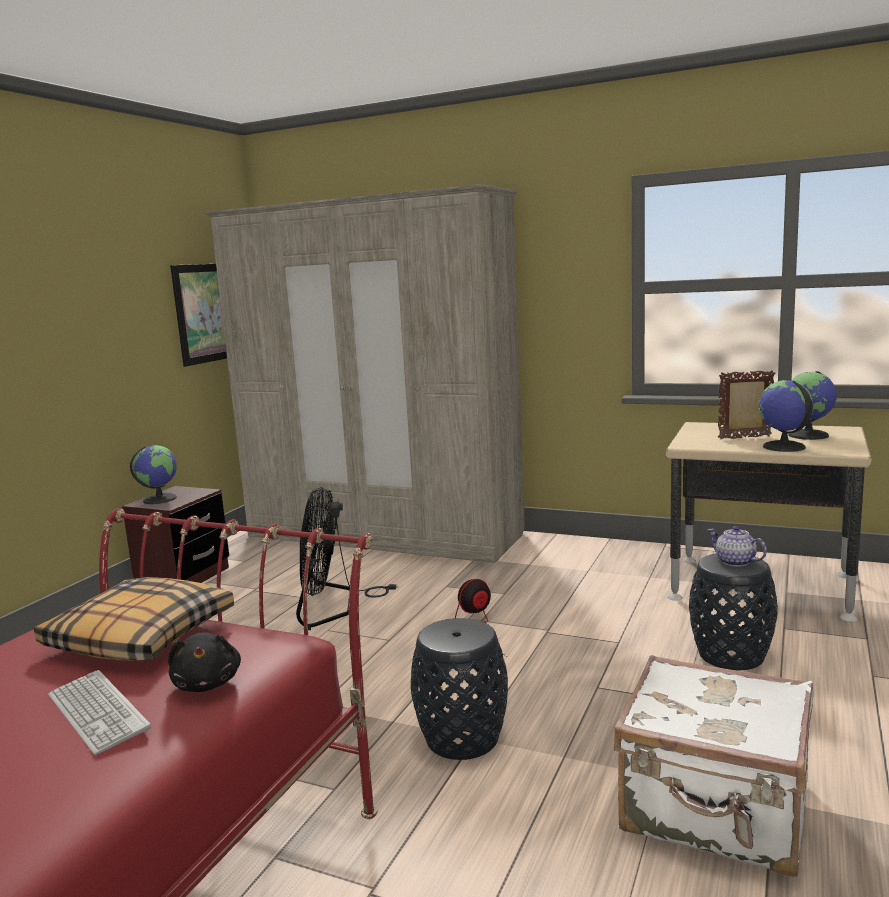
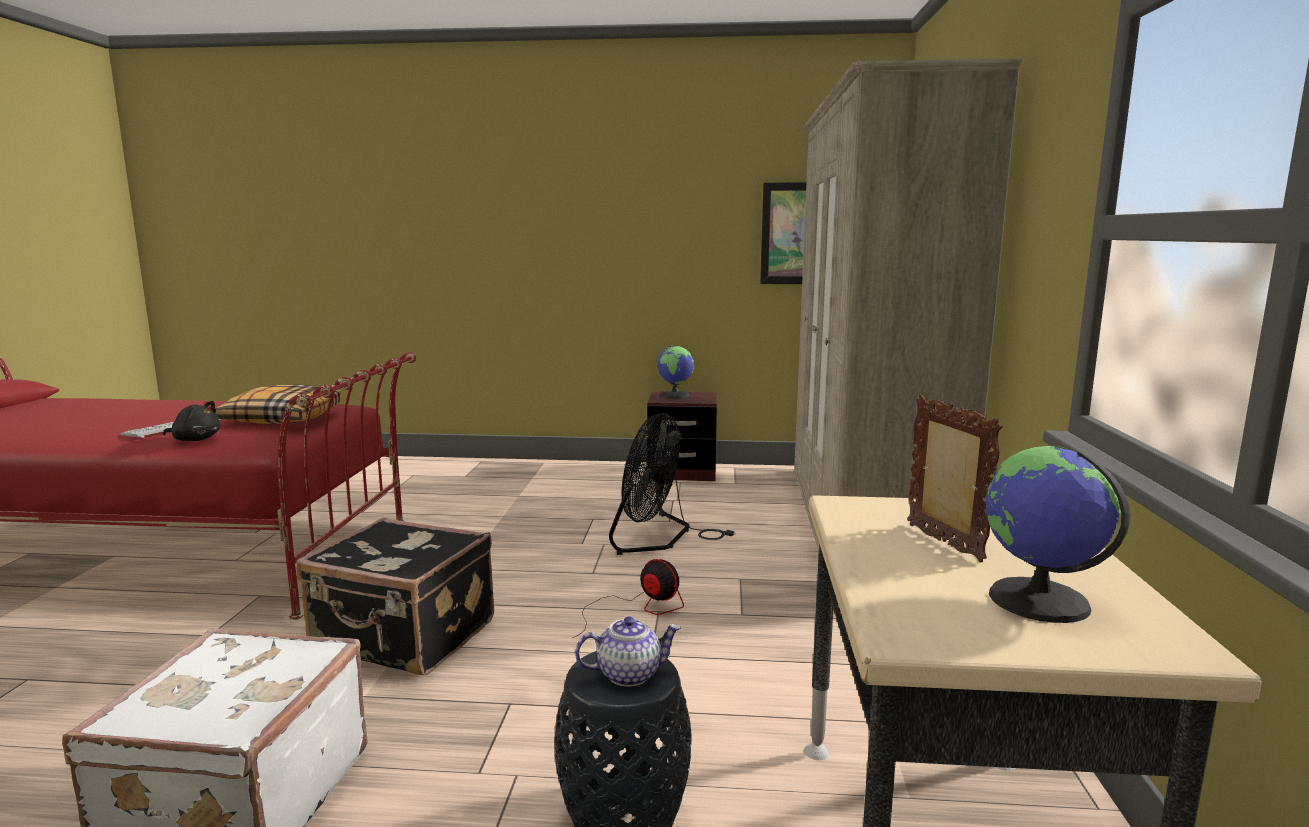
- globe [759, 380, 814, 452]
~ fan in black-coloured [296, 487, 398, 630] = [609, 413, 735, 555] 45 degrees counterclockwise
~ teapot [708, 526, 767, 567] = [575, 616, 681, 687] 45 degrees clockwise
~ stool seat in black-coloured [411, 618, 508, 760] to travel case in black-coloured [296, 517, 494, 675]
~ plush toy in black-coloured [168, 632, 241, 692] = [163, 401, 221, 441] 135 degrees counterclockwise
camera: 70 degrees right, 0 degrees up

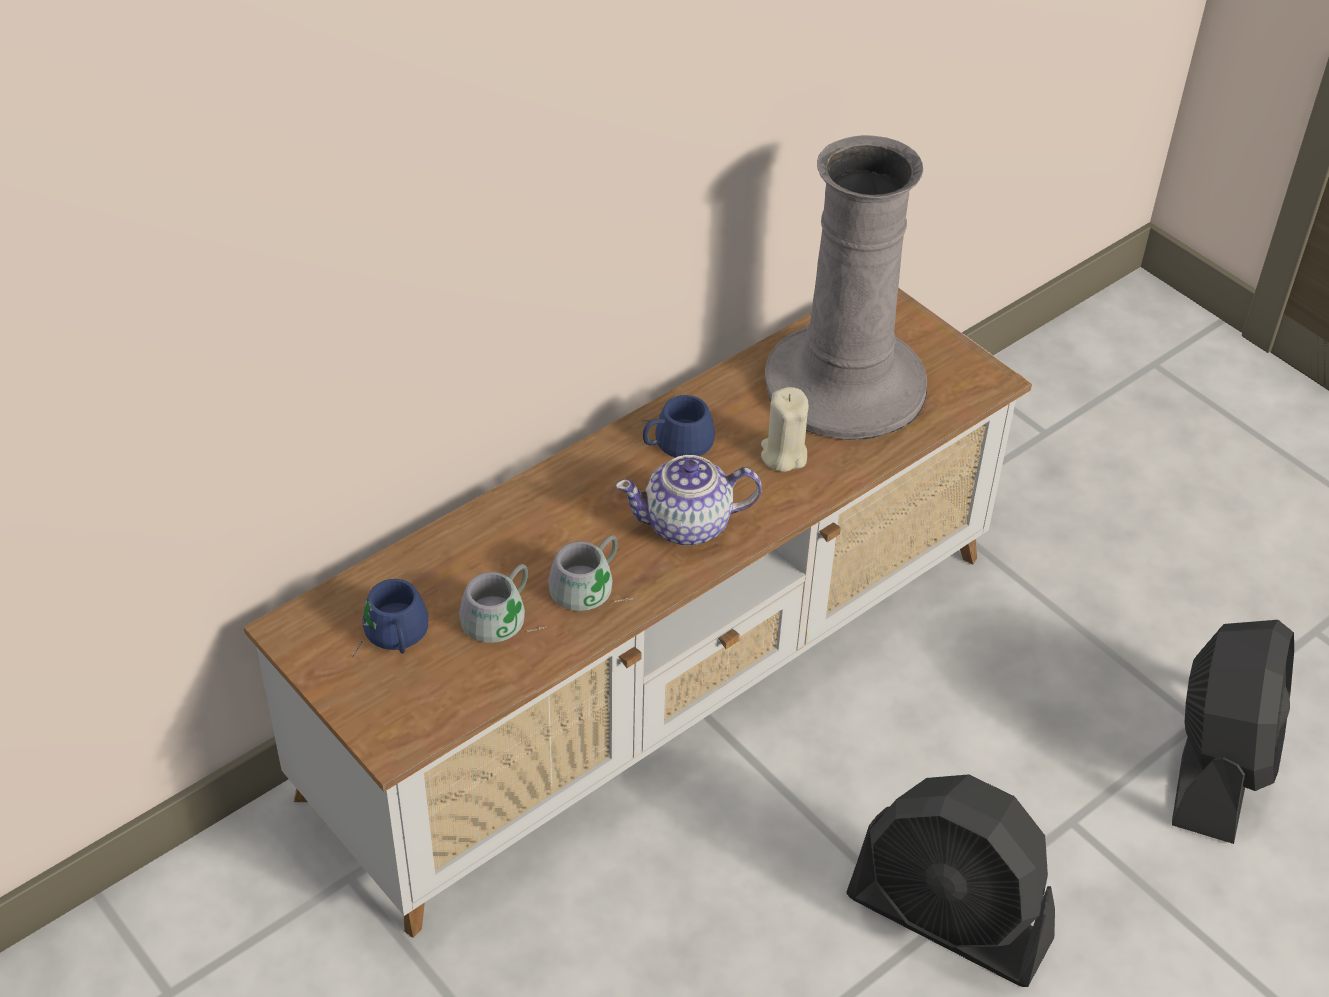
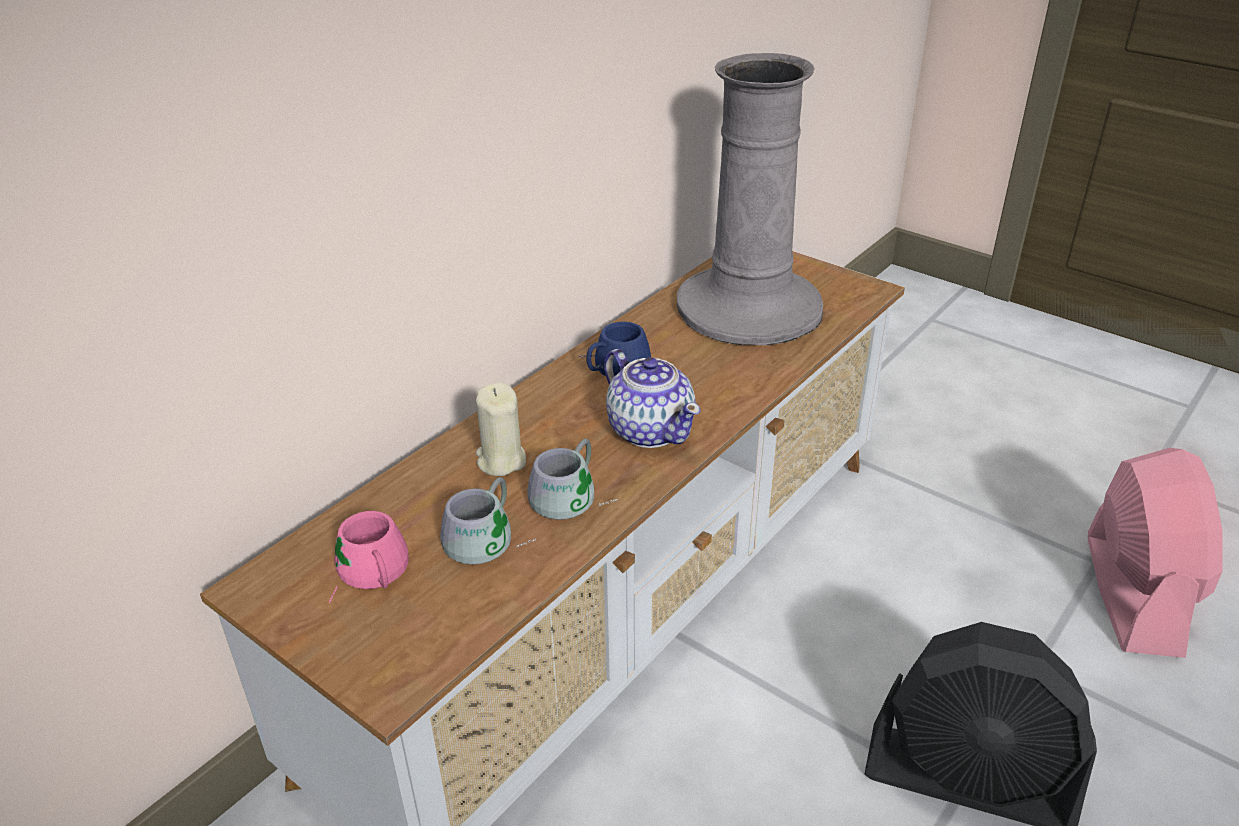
~ candle in sand-coloured [761, 387, 809, 472] to [476, 383, 526, 476]
~ teapot [615, 455, 762, 546] = [604, 349, 701, 448] 105 degrees counterclockwise
~ coffee mug in blue-coloured [353, 579, 428, 657] to coffee mug in pink-coloured [329, 511, 409, 603]
~ fan in black-coloured [1172, 620, 1294, 844] to fan in pink-coloured [1088, 448, 1222, 658]
camera: 10 degrees left, 10 degrees down

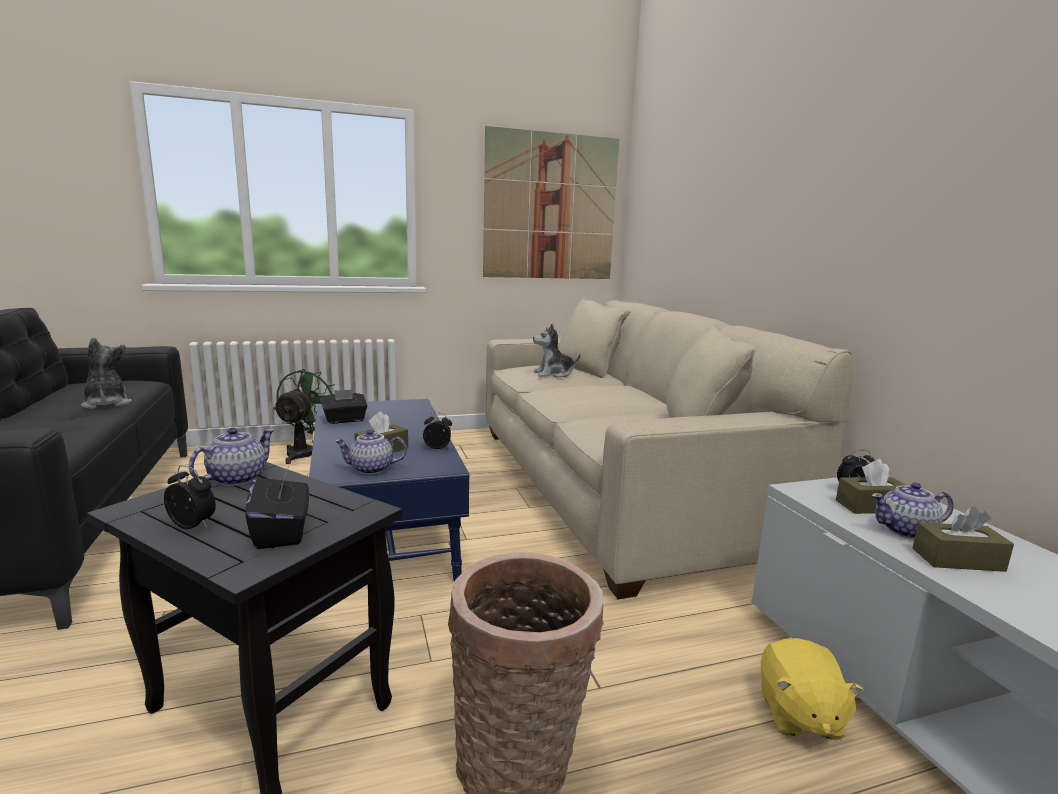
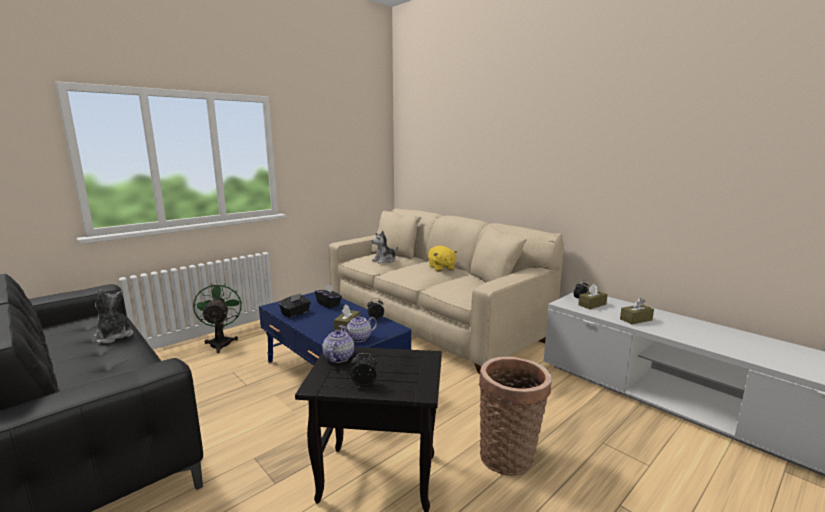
- wall picture [483, 126, 619, 279]
~ box of tissues in black-coloured [245, 466, 309, 549] to [315, 284, 342, 309]
- teapot [872, 482, 953, 539]
~ plush toy in yellow [761, 638, 864, 740] to [428, 245, 457, 272]
camera: 25 degrees left, 0 degrees up

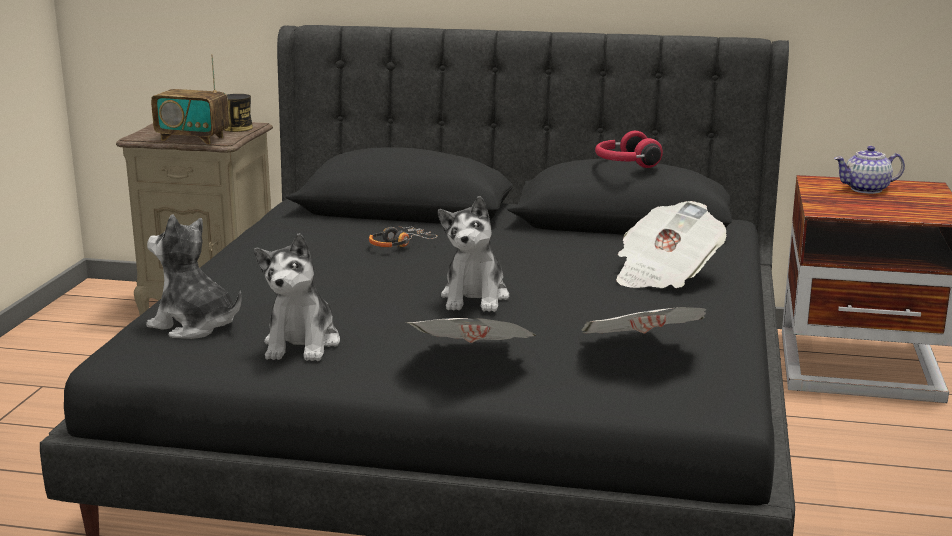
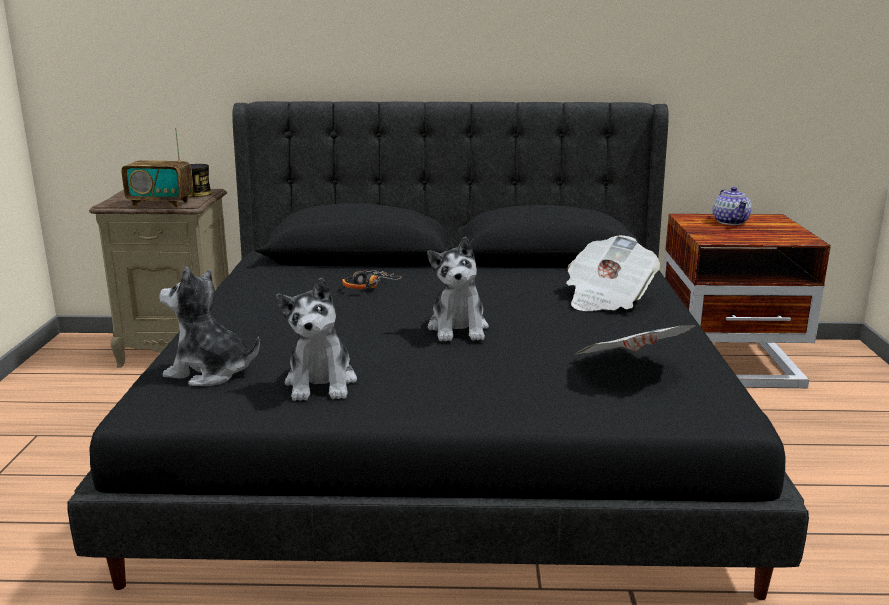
- pair of headphones in red [595, 131, 663, 168]
~ teapot [834, 146, 905, 194] = [712, 187, 752, 225] 75 degrees counterclockwise
- printed paper [405, 318, 536, 343]
camera: 10 degrees left, 0 degrees up

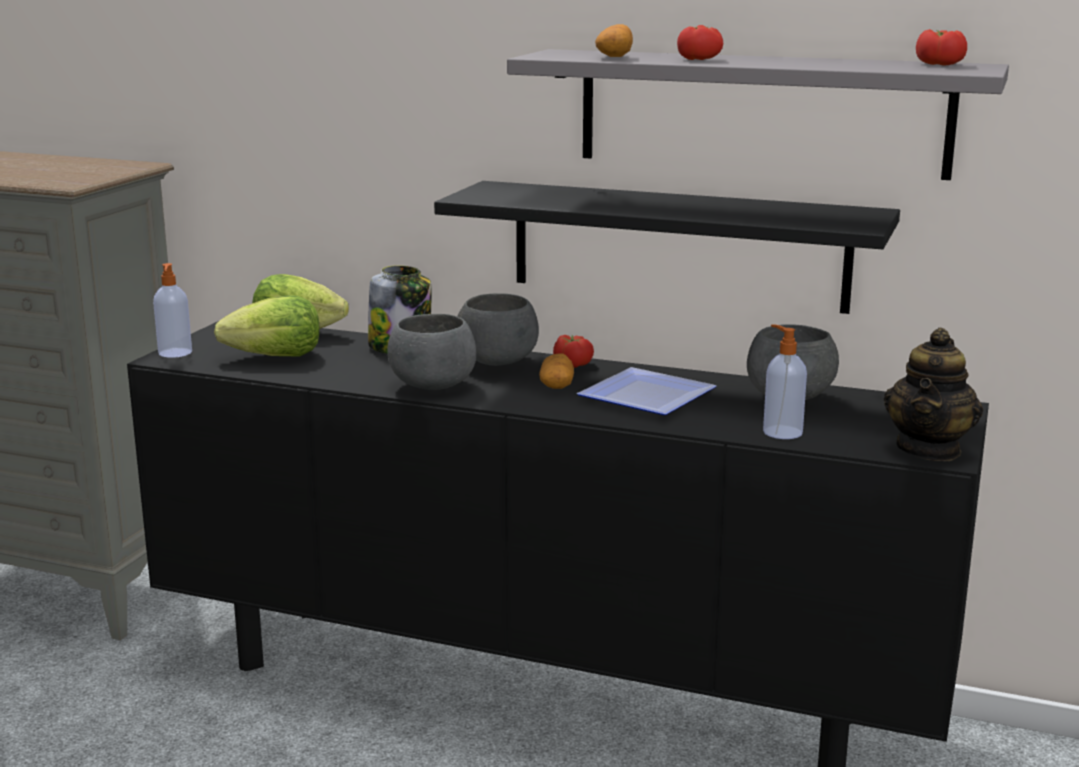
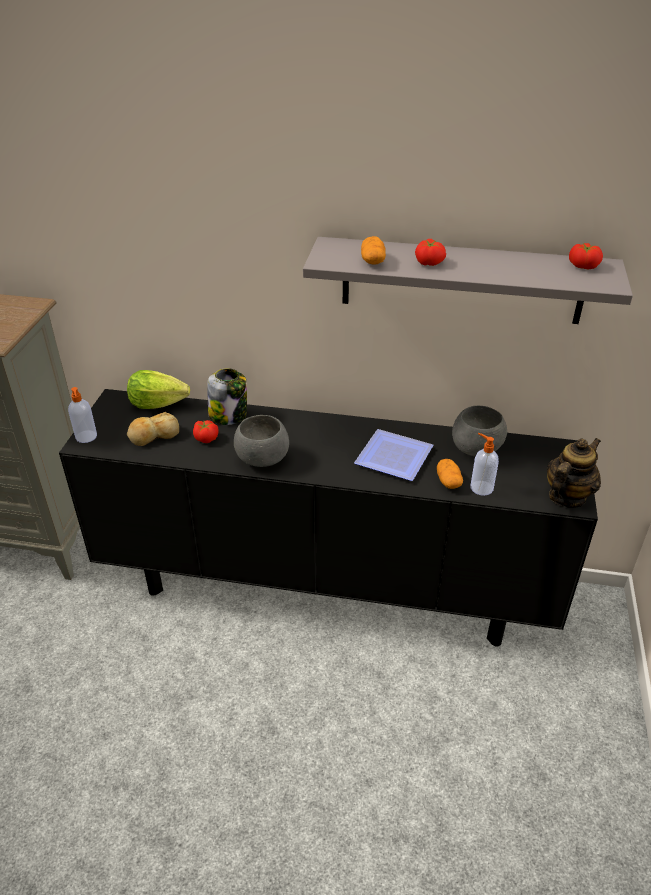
- wall shelf in black-coloured [434, 181, 900, 314]
- serving bowl in gray [457, 293, 539, 366]
~ head of lettuce [214, 296, 320, 356] to bakery bread [127, 412, 179, 446]
~ teapot [884, 327, 983, 461] = [547, 438, 601, 508] 150 degrees counterclockwise
~ tomato [553, 335, 594, 368] to [193, 420, 219, 443]
~ whole potato [539, 353, 574, 389] to [437, 459, 463, 489]
camera: 10 degrees left, 20 degrees up

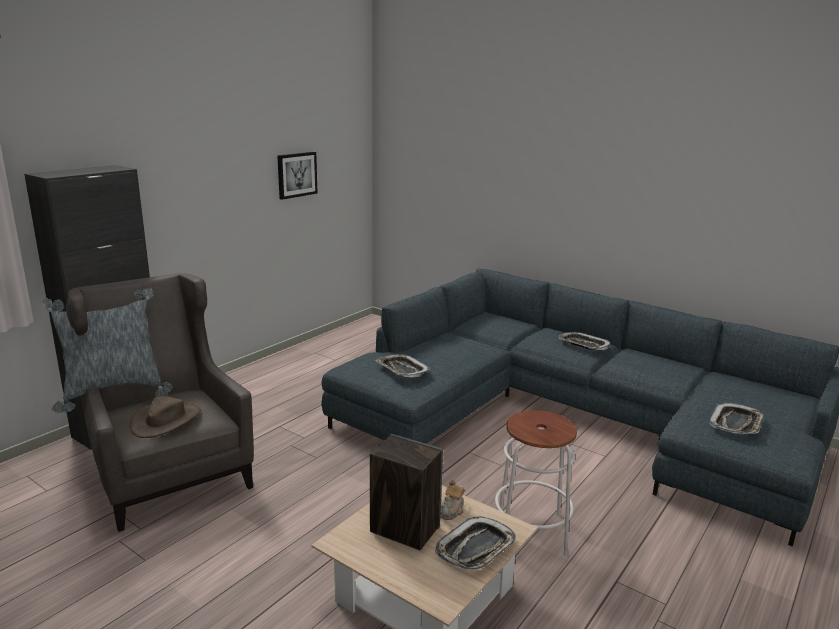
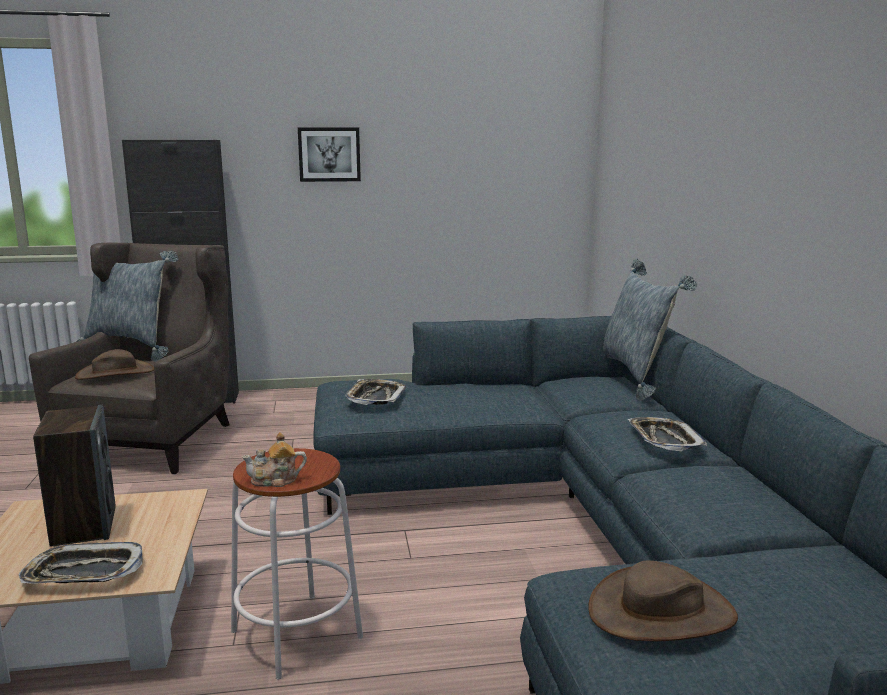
~ wall picture [277, 152, 317, 200] to [298, 127, 361, 182]
~ tray [709, 403, 764, 434] to hat in brown [588, 561, 738, 641]
~ teapot [440, 480, 465, 520] to [242, 432, 307, 487]
+ pillow [603, 259, 697, 401]
camera: 45 degrees right, 5 degrees down

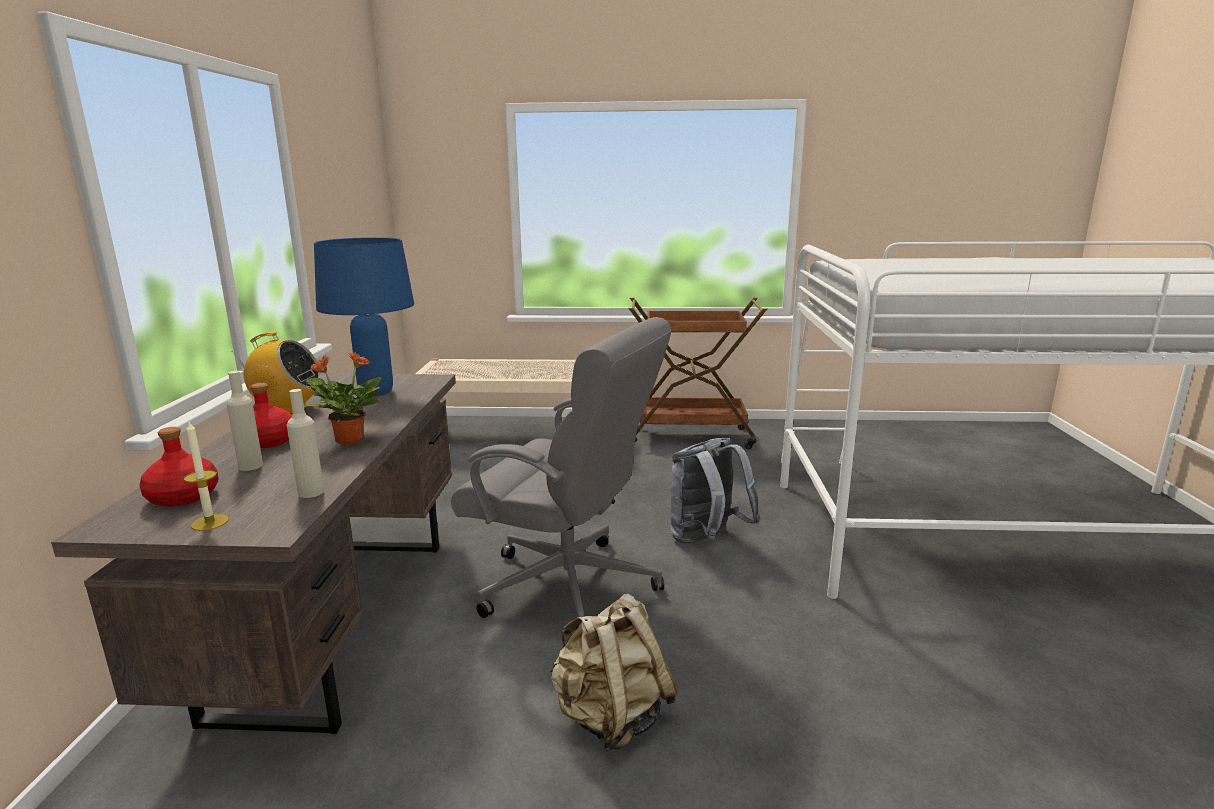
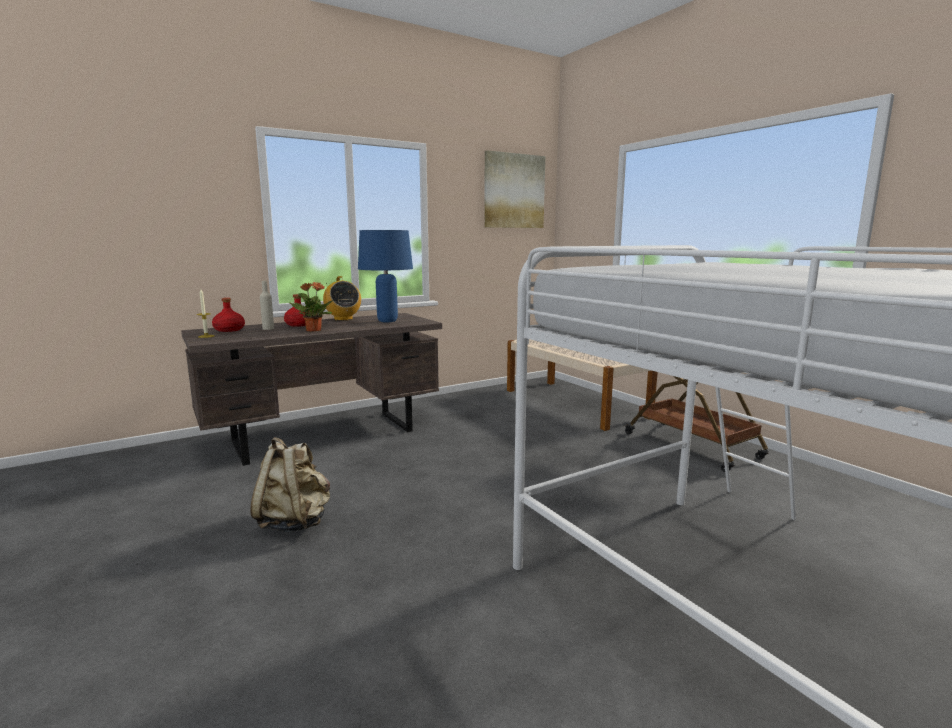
- desk chair in gray [451, 317, 671, 618]
- bottle in sand-coloured [287, 389, 324, 498]
- knapsack in gray [670, 438, 761, 544]
+ wall picture [484, 150, 545, 228]
camera: 55 degrees right, 5 degrees down

